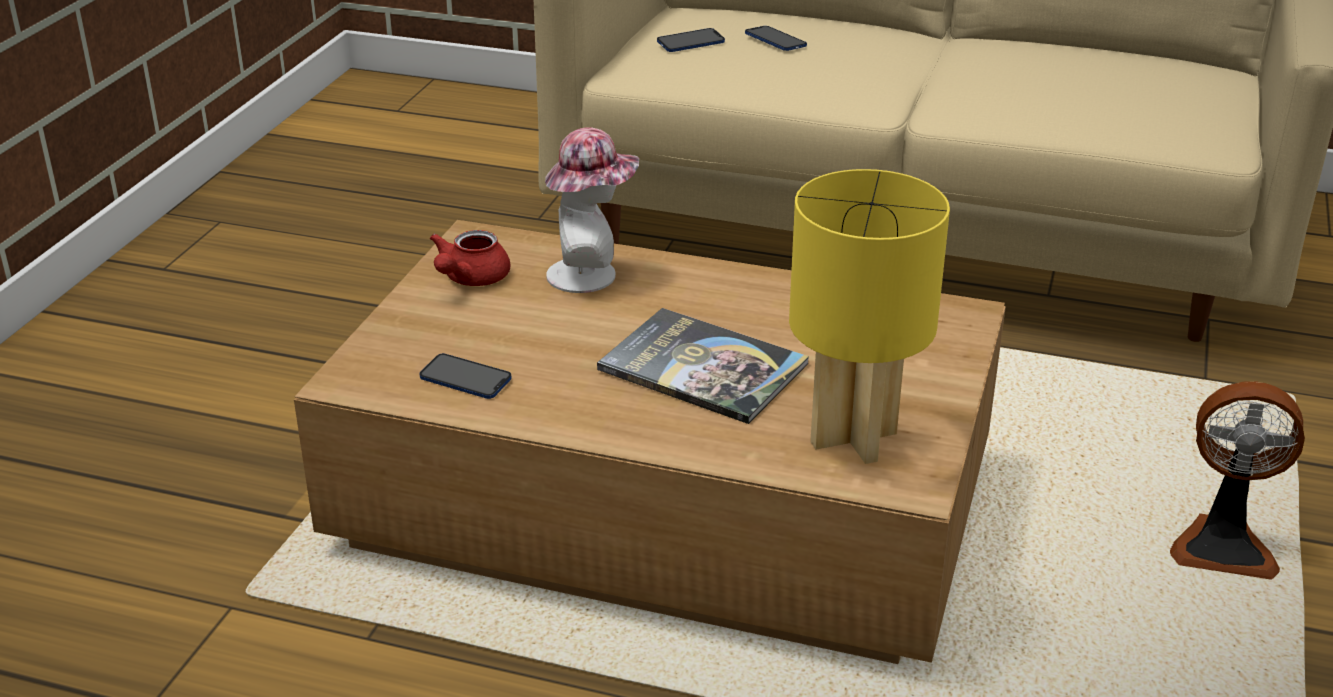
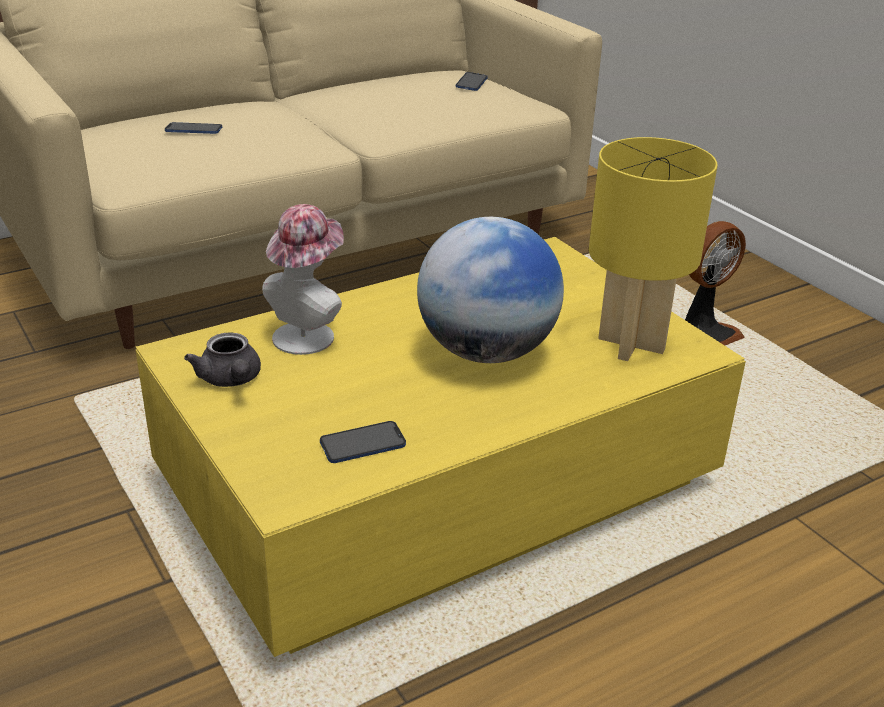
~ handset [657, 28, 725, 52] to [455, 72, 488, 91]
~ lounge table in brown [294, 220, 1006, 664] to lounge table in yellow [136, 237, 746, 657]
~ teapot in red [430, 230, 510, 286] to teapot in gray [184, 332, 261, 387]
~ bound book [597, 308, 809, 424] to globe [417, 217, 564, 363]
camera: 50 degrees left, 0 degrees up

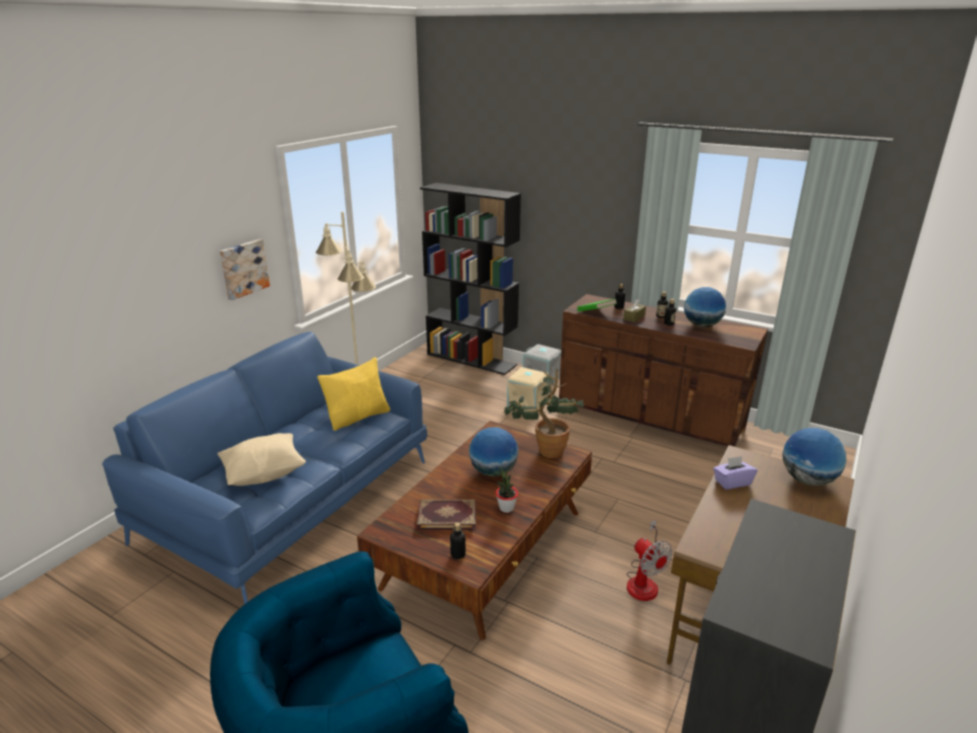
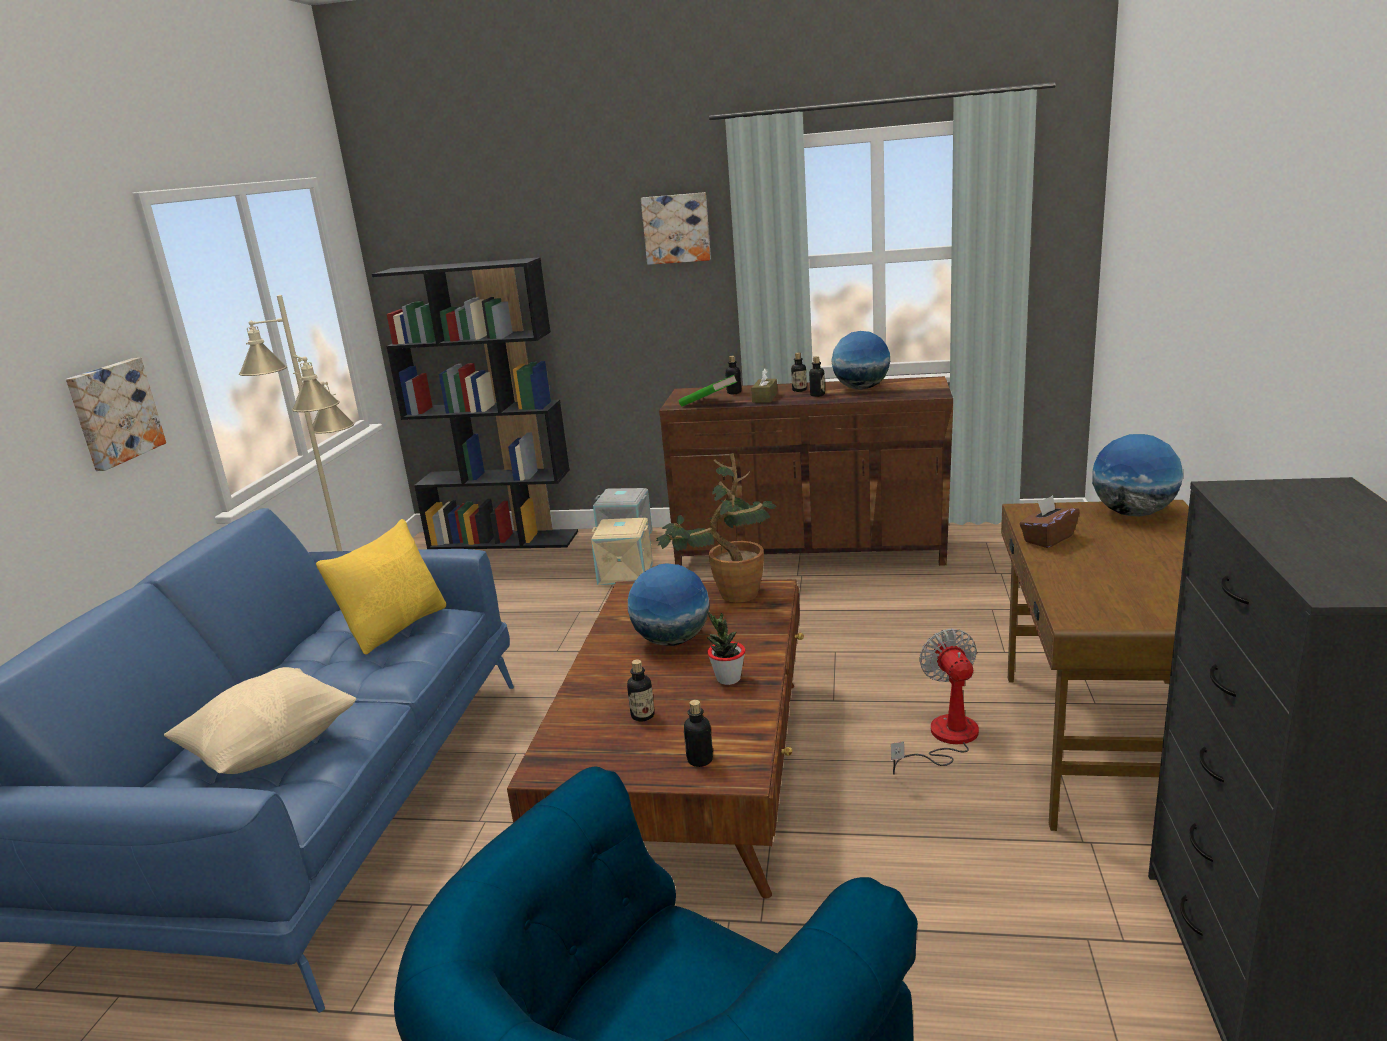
~ box of tissues in purple [713, 456, 757, 490] to box of tissues in brown [1020, 495, 1080, 548]
~ bound book [417, 499, 476, 531] to bottle [627, 659, 654, 721]
~ fan [627, 519, 673, 601] = [891, 629, 979, 775] 135 degrees counterclockwise
+ wall picture [641, 192, 711, 265]
camera: 20 degrees left, 5 degrees down

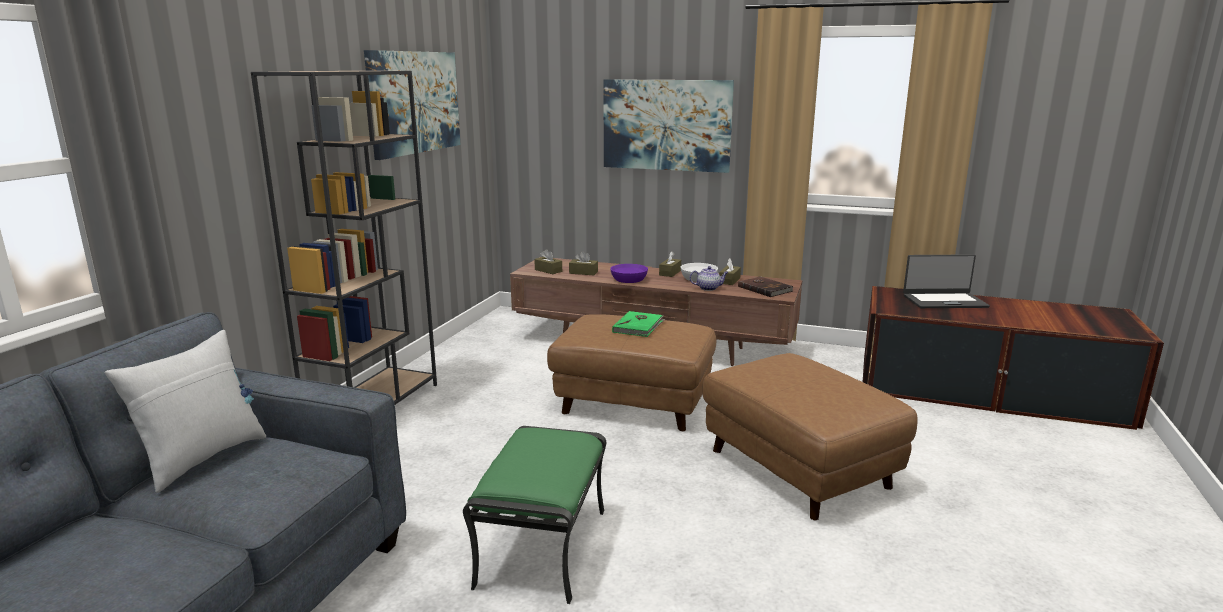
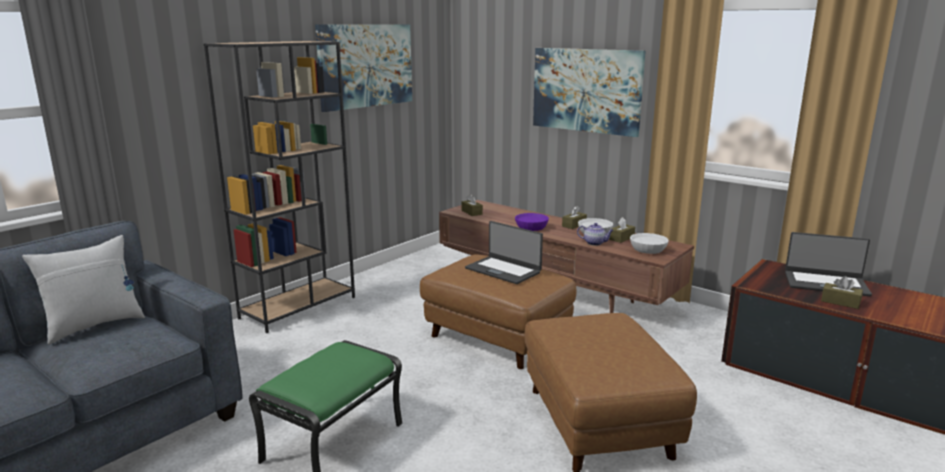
~ box of tissues in brown [569, 251, 598, 275] to [821, 276, 863, 309]
~ bound book in brown [738, 276, 793, 297] to serving bowl in white [630, 233, 669, 254]
~ bound book in green [612, 311, 665, 337] to notebook computer [465, 221, 543, 284]
camera: 20 degrees right, 0 degrees up

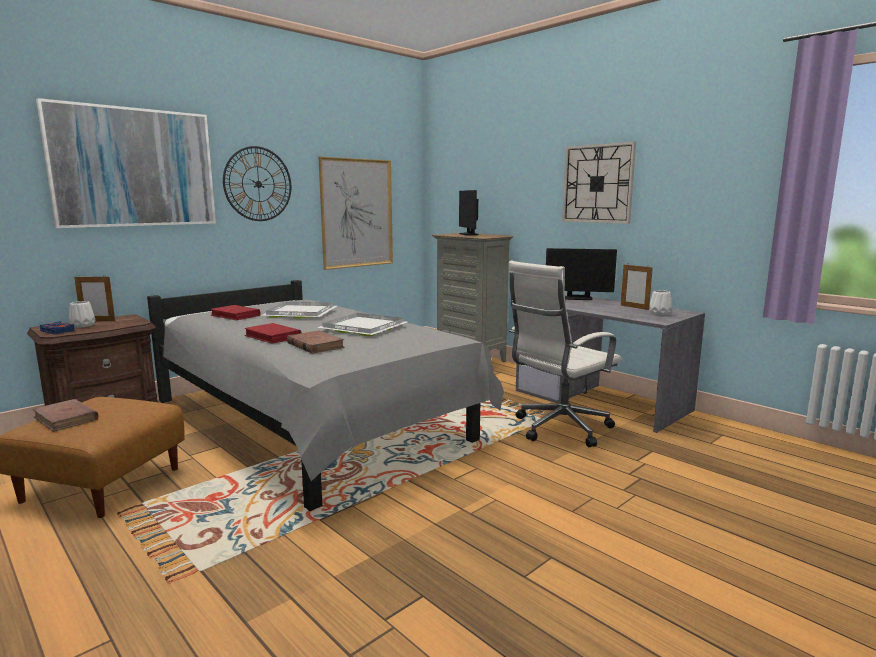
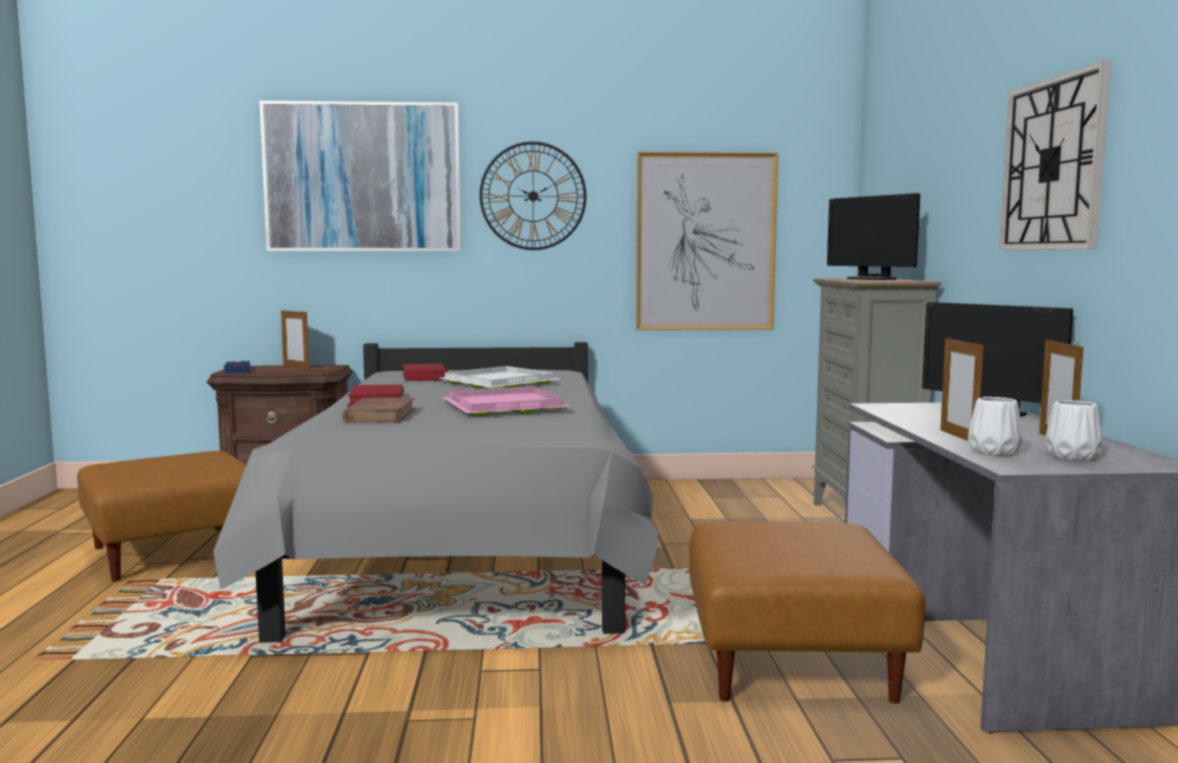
~ monitor [459, 190, 479, 235] = [827, 193, 920, 280] 60 degrees counterclockwise
~ desk chair in white [509, 261, 621, 447] to pouffe in brown [689, 522, 926, 704]
~ vase in white [69, 301, 95, 328] to [968, 397, 1022, 456]
~ tray in white [317, 313, 407, 336] to tray in pink-coloured [442, 386, 571, 417]
- bound book in brown [32, 399, 98, 431]
+ photo frame [940, 336, 984, 441]
camera: 40 degrees right, 5 degrees down

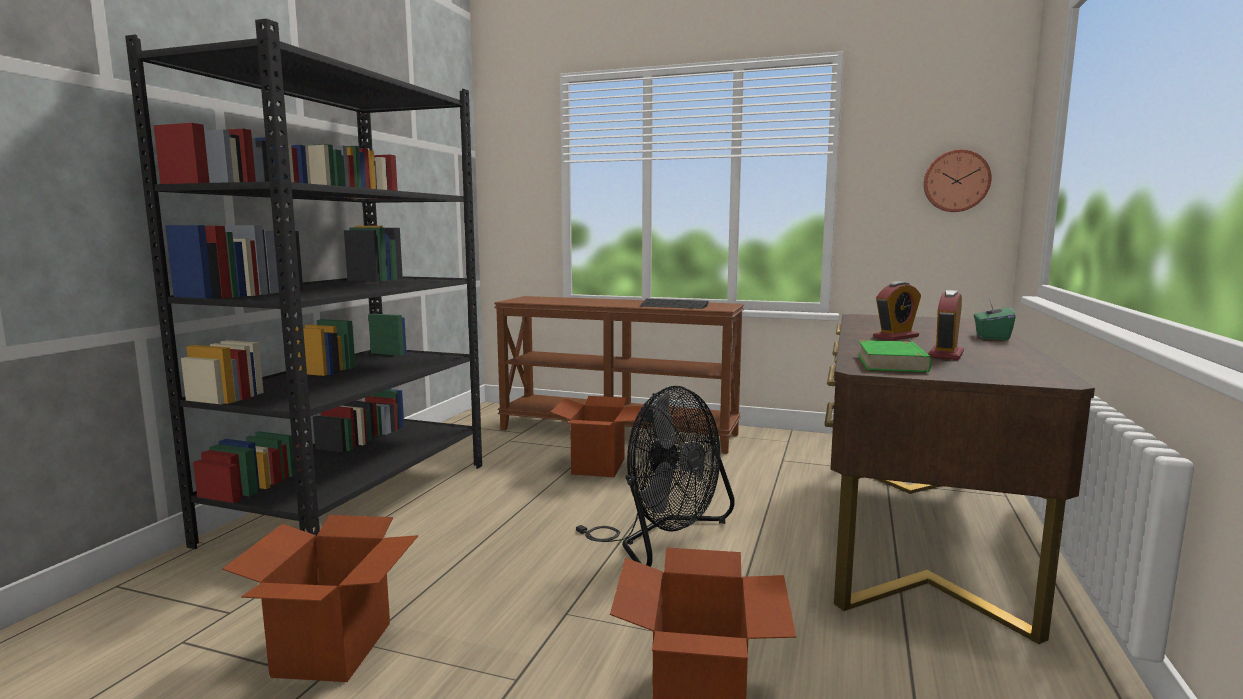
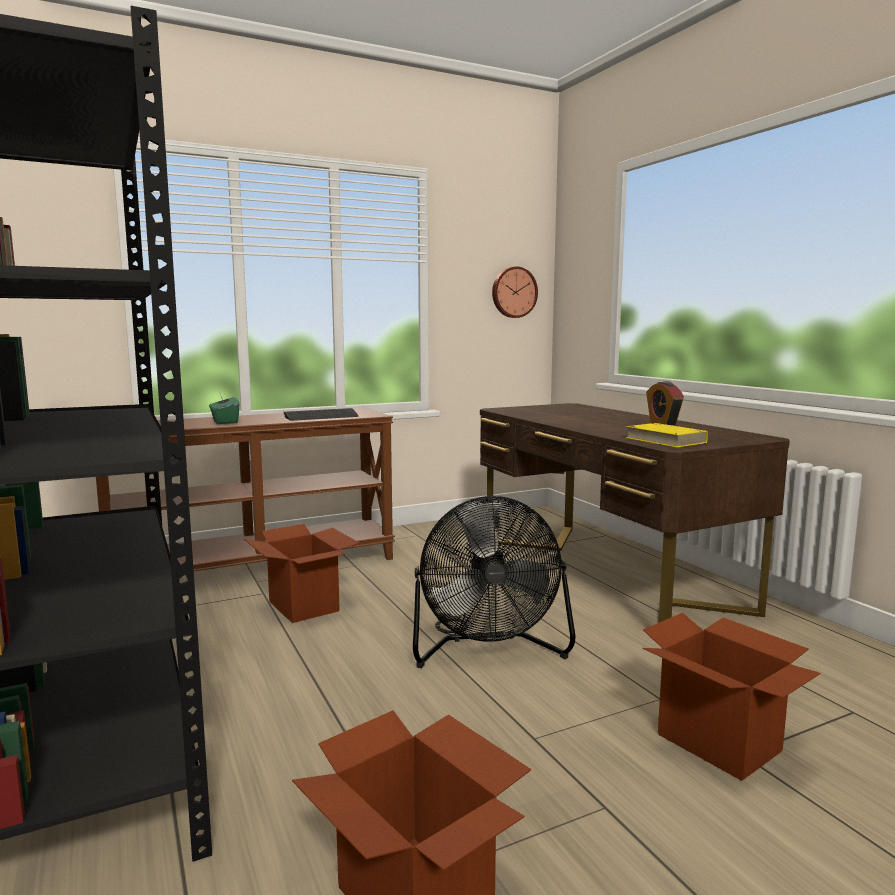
- alarm clock [873, 281, 921, 340]
~ box of tissues in green [974, 299, 1016, 340] to [209, 390, 239, 424]
~ bound book in green [858, 340, 931, 372] to bound book in yellow [626, 423, 708, 447]
~ fan in black-coloured [576, 386, 735, 567] = [413, 496, 575, 668] 90 degrees clockwise
camera: 45 degrees left, 0 degrees up

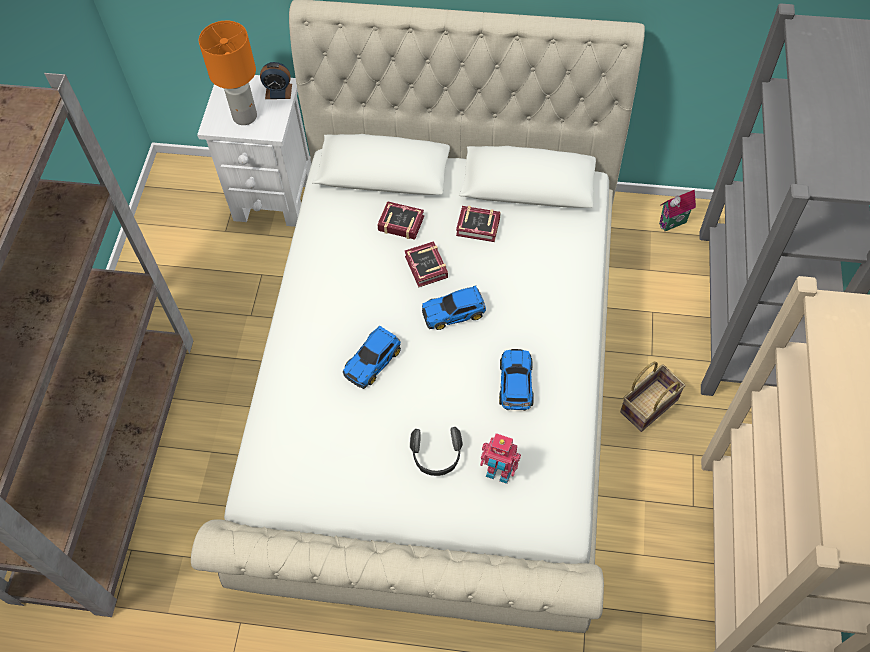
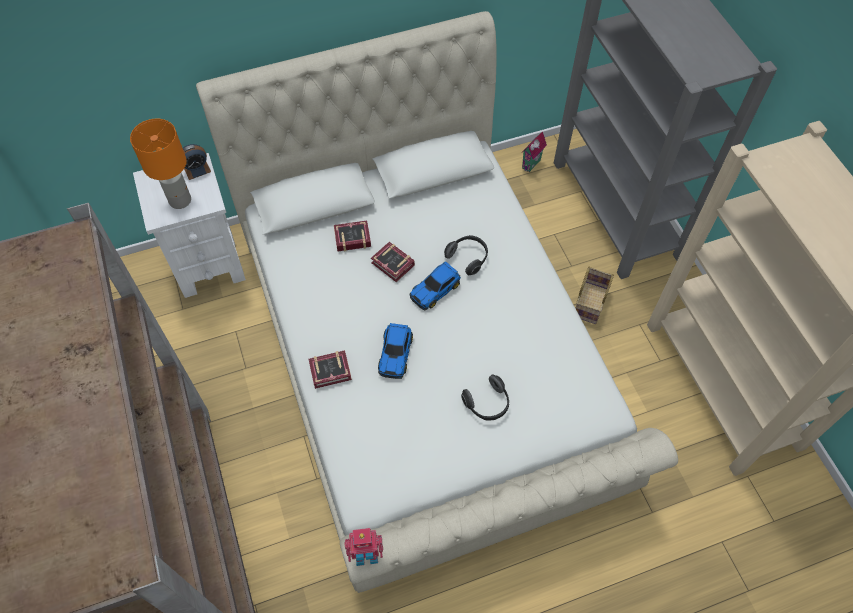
~ bound book [456, 206, 500, 242] to [308, 350, 352, 389]
- model car [499, 349, 534, 411]
~ toy robot [480, 433, 521, 484] to [345, 528, 383, 566]
+ pair of headphones [444, 235, 488, 275]
camera: 30 degrees left, 0 degrees up

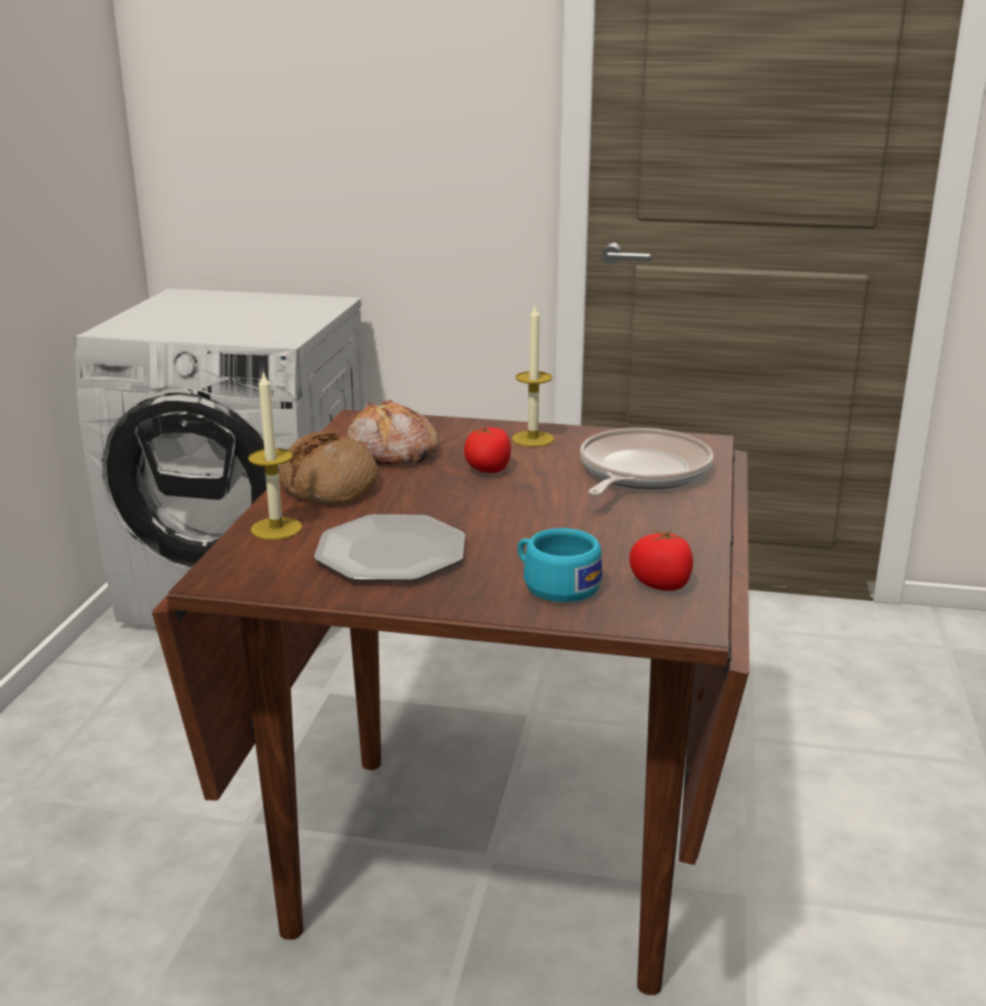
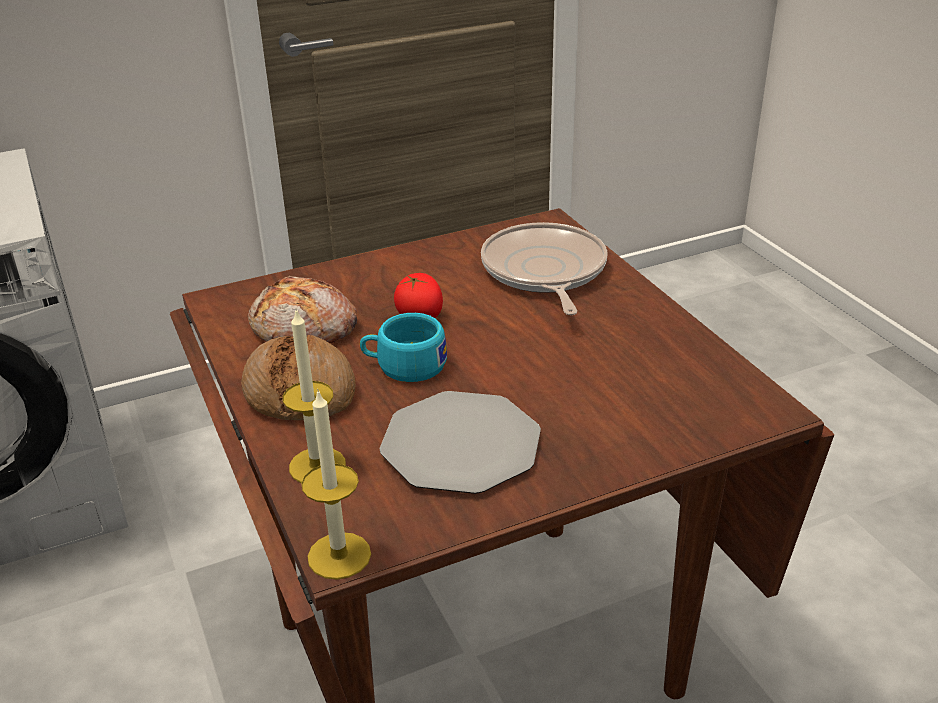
~ candle [512, 306, 554, 447] to [301, 389, 371, 580]
~ cup in turquoise-coloured [517, 528, 602, 602] to [360, 313, 447, 382]
- tomato [630, 529, 693, 591]
camera: 35 degrees left, 10 degrees up

